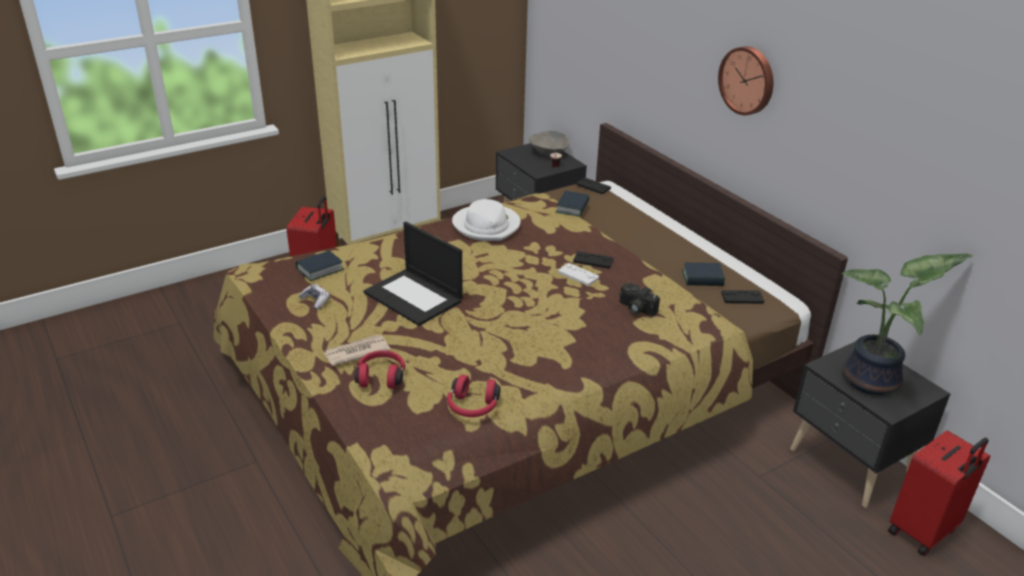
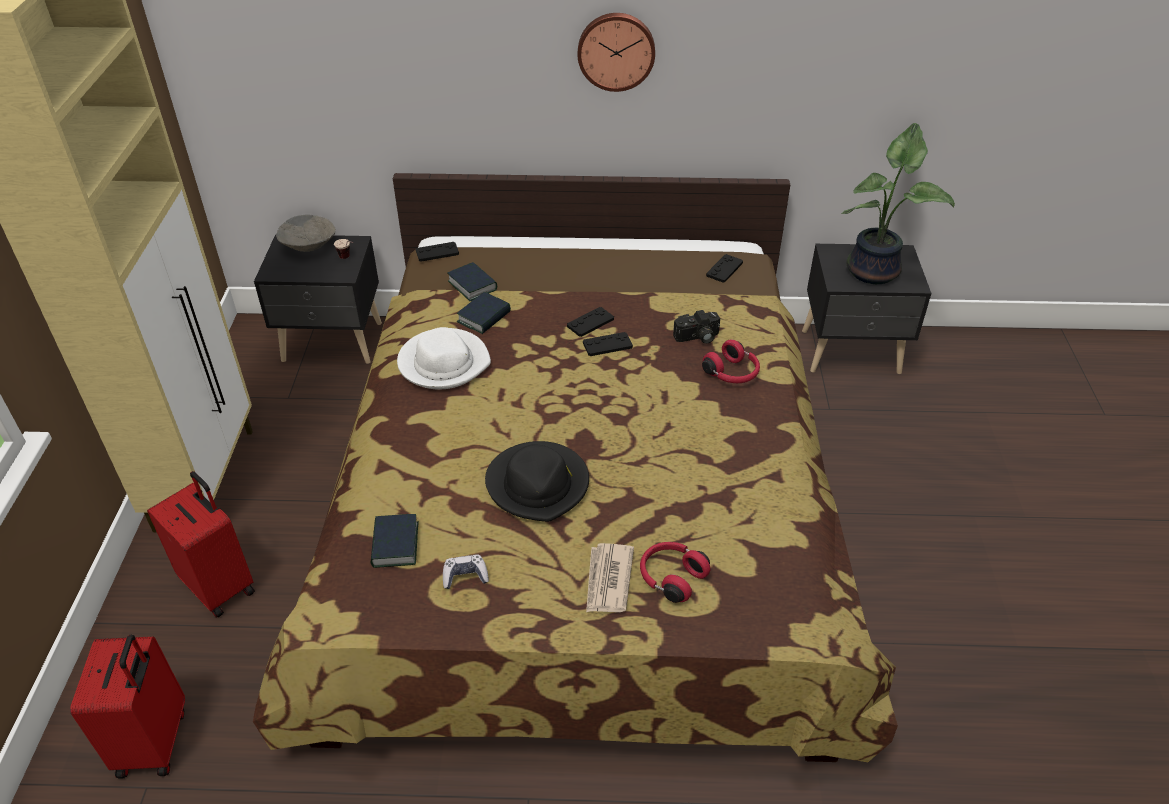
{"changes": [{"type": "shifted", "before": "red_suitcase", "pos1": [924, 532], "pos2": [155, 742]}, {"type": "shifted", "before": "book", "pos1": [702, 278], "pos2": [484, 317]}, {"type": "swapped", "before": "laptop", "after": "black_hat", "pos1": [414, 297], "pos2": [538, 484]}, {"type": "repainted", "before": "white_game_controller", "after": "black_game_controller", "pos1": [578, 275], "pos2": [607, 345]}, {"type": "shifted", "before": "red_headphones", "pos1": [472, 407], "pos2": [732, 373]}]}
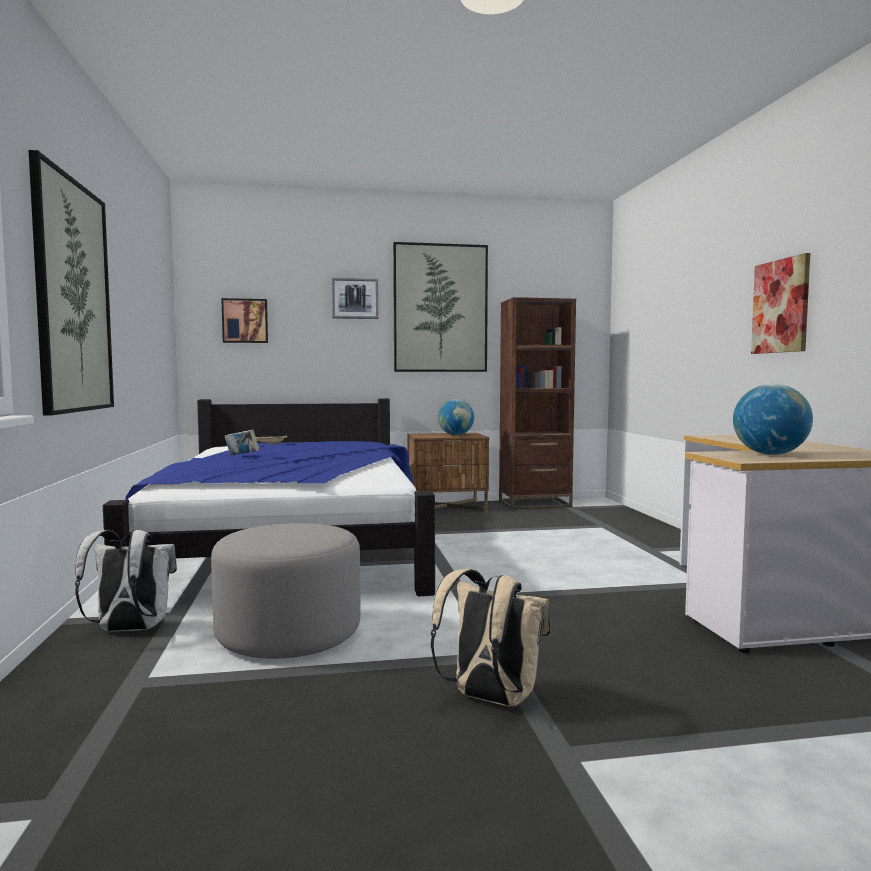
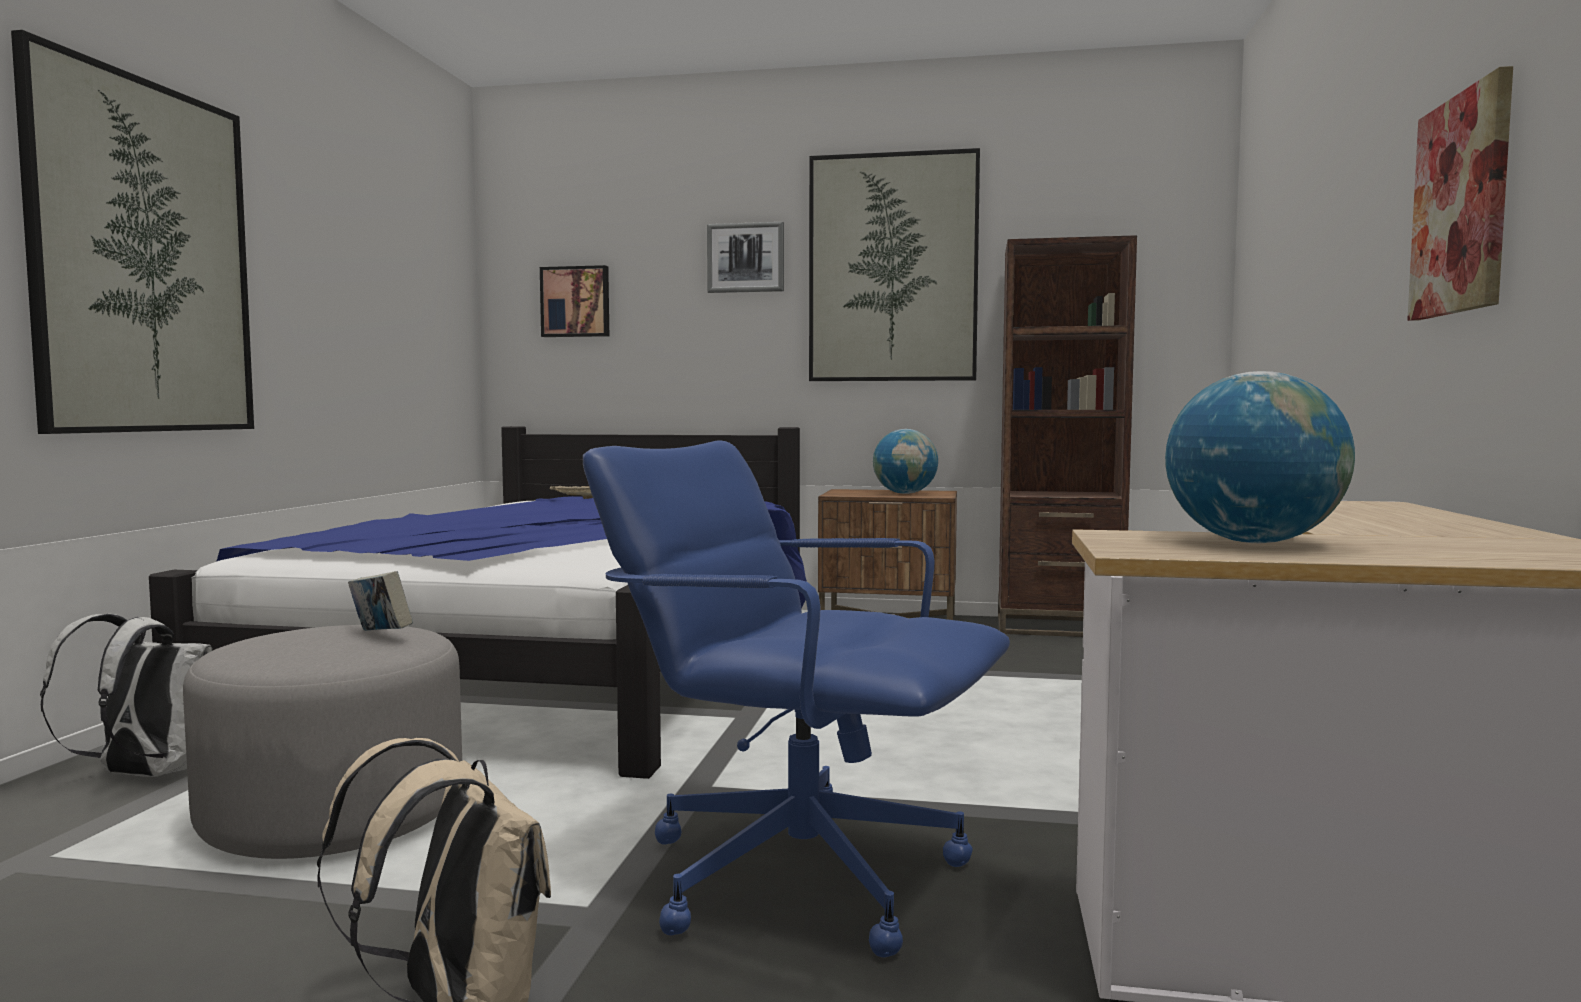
{"changes": [{"type": "shifted", "before": "book", "pos1": [242, 456], "pos2": [381, 635]}, {"type": "new", "after": "blue_office_chair", "pos2": [799, 873]}]}
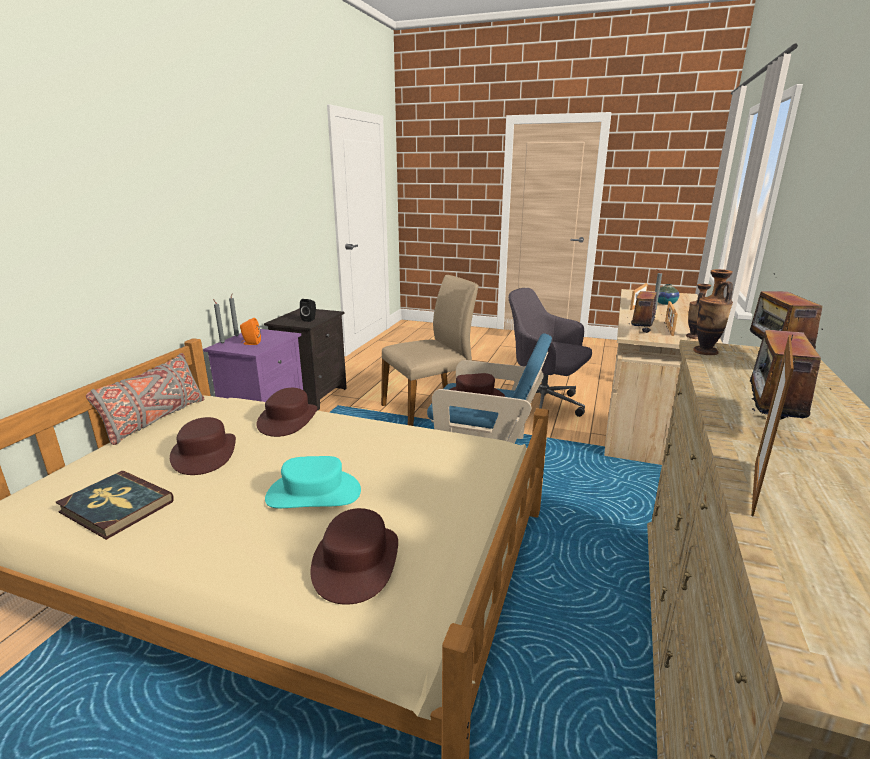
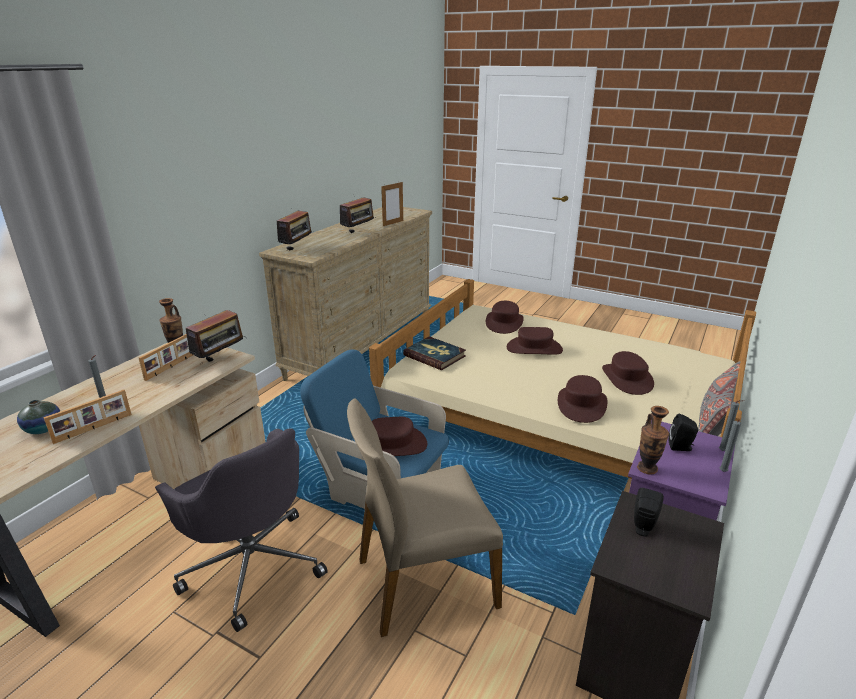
{"changes": [{"type": "shifted", "before": "book", "pos1": [116, 507], "pos2": [435, 355]}, {"type": "repainted", "before": "turquoise_hat", "after": "brown_hat", "pos1": [314, 493], "pos2": [534, 348]}, {"type": "shifted", "before": "vase", "pos1": [705, 352], "pos2": [647, 468]}, {"type": "repainted", "before": "orange_speaker", "after": "black_speaker", "pos1": [251, 343], "pos2": [681, 447]}]}
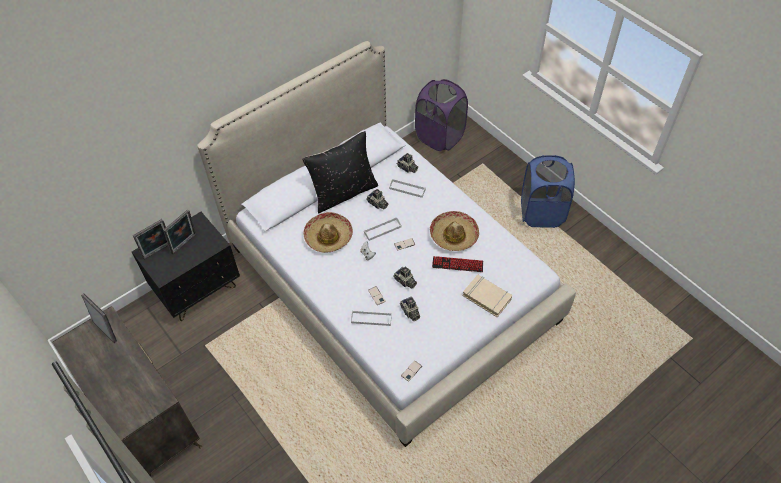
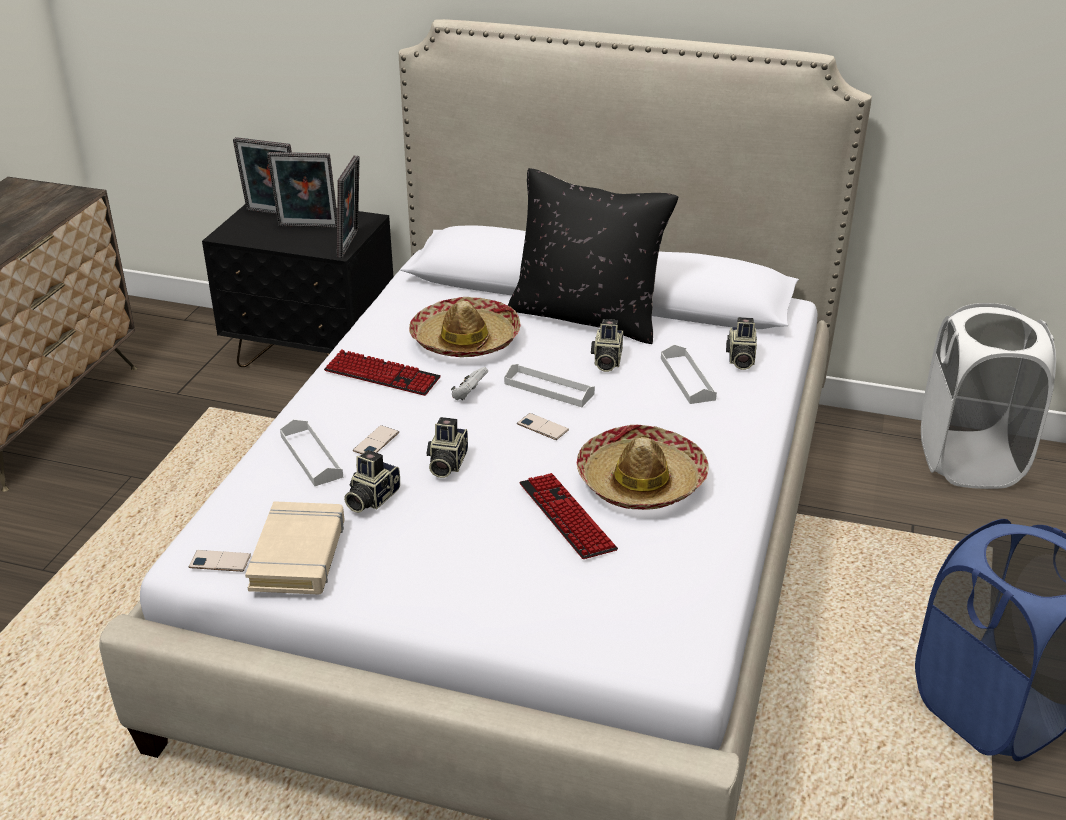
{"changes": [{"type": "shifted", "before": "beige_book", "pos1": [487, 297], "pos2": [299, 555]}, {"type": "new", "after": "keyboard", "pos2": [382, 375]}, {"type": "shifted", "before": "picture_frame", "pos1": [107, 330], "pos2": [351, 244]}, {"type": "repainted", "before": "purple_laundry_basket", "after": "white_laundry_basket", "pos1": [440, 137], "pos2": [969, 460]}]}
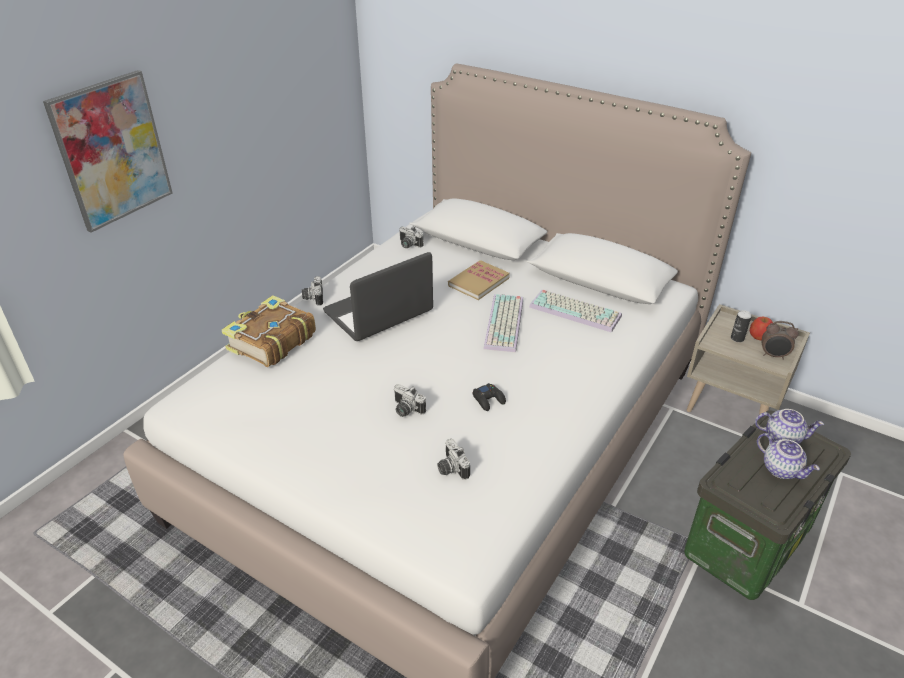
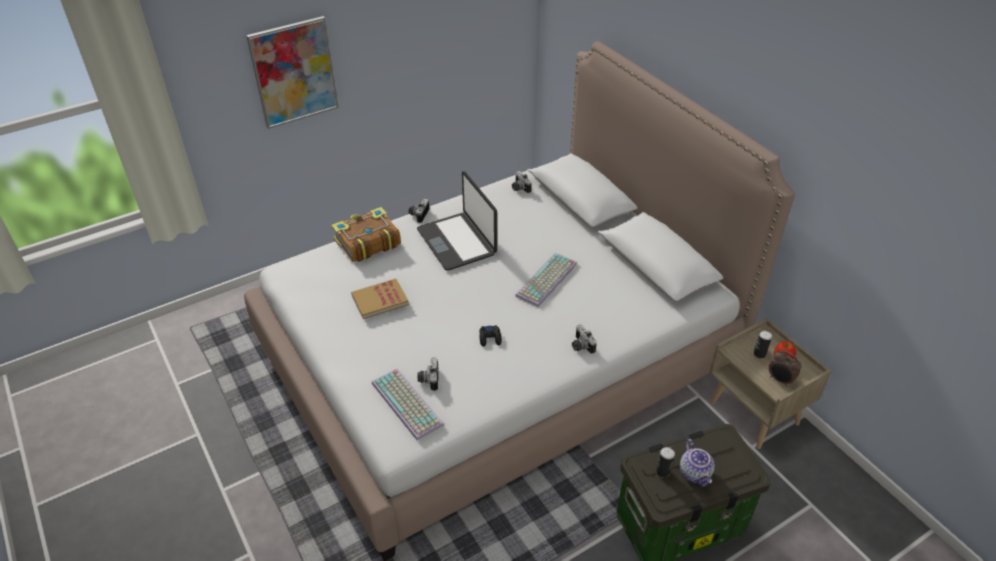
{"changes": [{"type": "shifted", "before": "book", "pos1": [478, 282], "pos2": [380, 300]}, {"type": "shifted", "before": "keyboard", "pos1": [576, 311], "pos2": [409, 404]}, {"type": "rotated", "before": "laptop", "pos1": [379, 313], "pos2": [457, 242], "turn": -105}, {"type": "shifted", "before": "photo_camera", "pos1": [406, 410], "pos2": [580, 346]}, {"type": "new", "after": "can", "pos2": [663, 472]}, {"type": "gone", "before": "teapot", "pos1": [783, 437]}]}
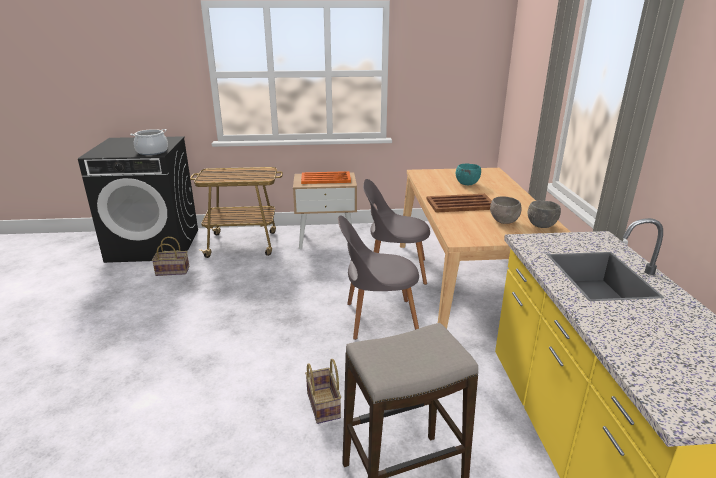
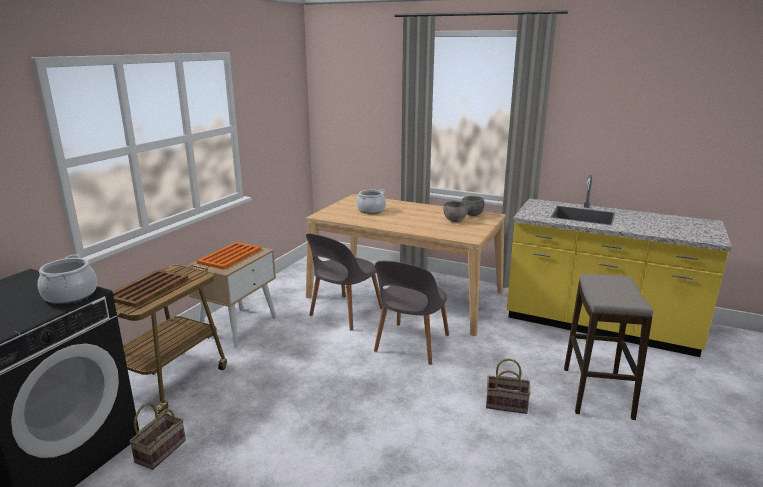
{"changes": [{"type": "shifted", "before": "brown_tray", "pos1": [460, 204], "pos2": [147, 289]}, {"type": "swapped", "before": "turquoise_bowl", "after": "cooking_pot", "pos1": [466, 184], "pos2": [371, 210]}]}
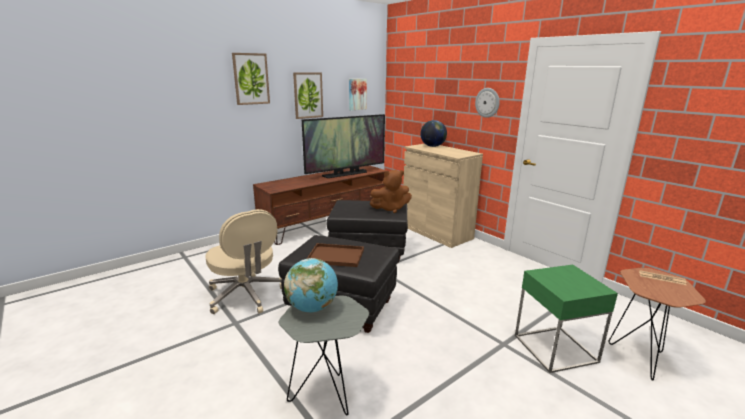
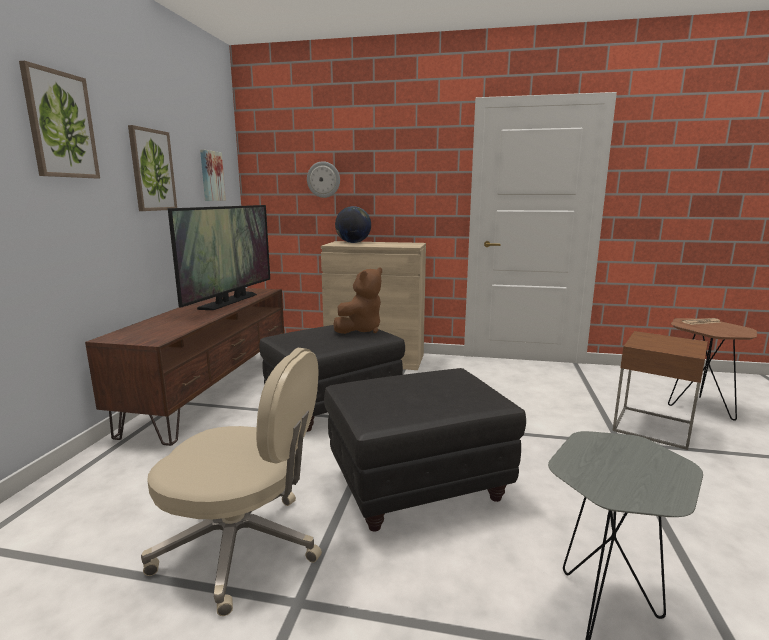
{"changes": [{"type": "shifted", "before": "wall_clock", "pos1": [487, 102], "pos2": [323, 179]}, {"type": "repainted", "before": "green_side_table", "after": "brown_side_table", "pos1": [555, 348], "pos2": [653, 427]}, {"type": "gone", "before": "globe", "pos1": [312, 308]}, {"type": "gone", "before": "brown_tray", "pos1": [337, 256]}]}
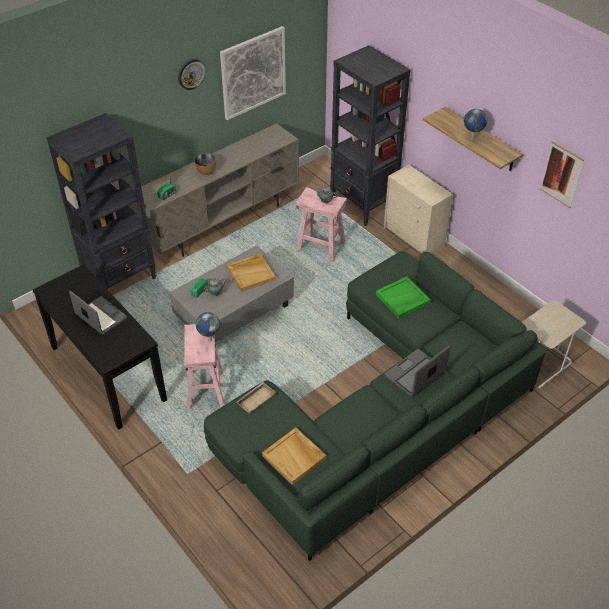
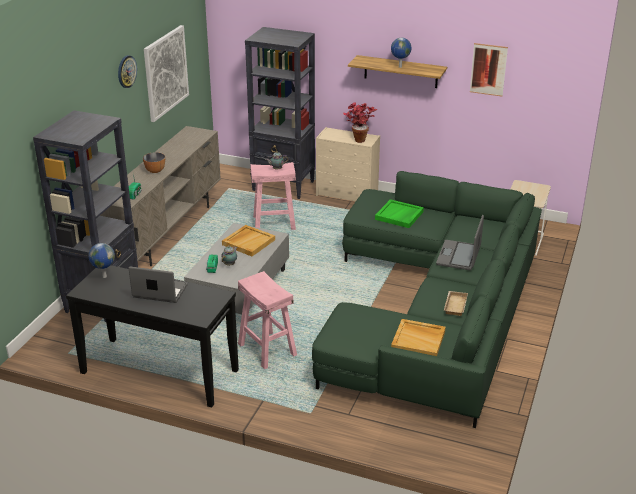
{"changes": [{"type": "shifted", "before": "globe", "pos1": [209, 339], "pos2": [104, 276]}, {"type": "new", "after": "potted_plant", "pos2": [358, 139]}, {"type": "shifted", "before": "beige_tray", "pos1": [255, 399], "pos2": [454, 305]}]}
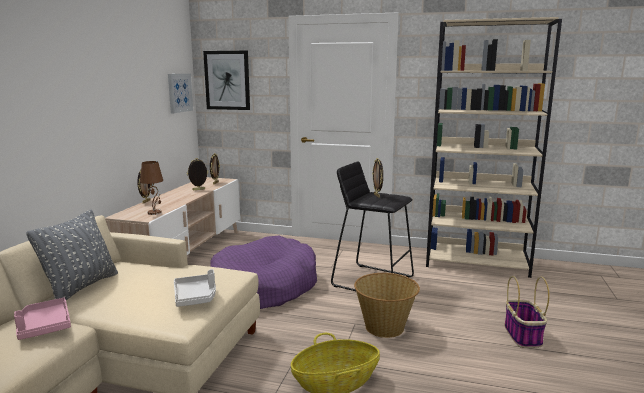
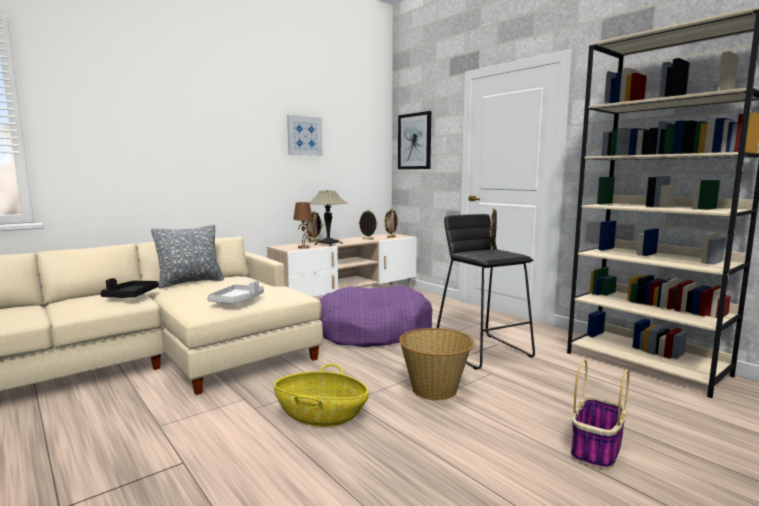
{"changes": [{"type": "repainted", "before": "pink_tray", "after": "black_tray", "pos1": [44, 326], "pos2": [131, 296]}, {"type": "shifted", "before": "picture", "pos1": [179, 93], "pos2": [304, 136]}, {"type": "new", "after": "table_lamp", "pos2": [328, 244]}]}
